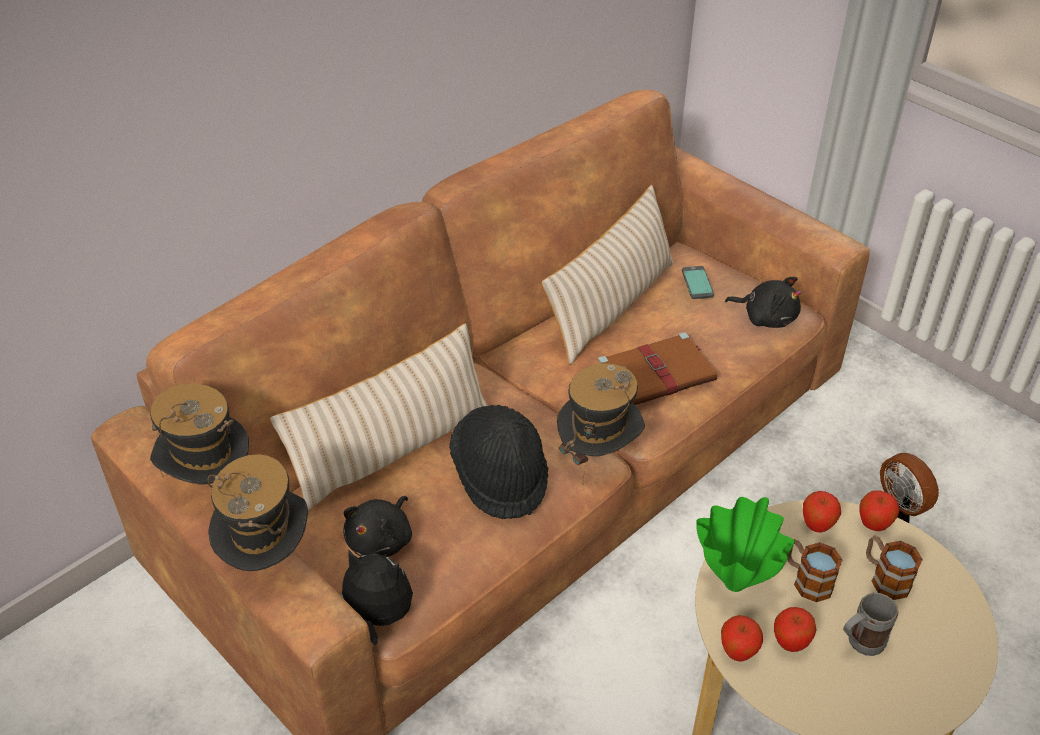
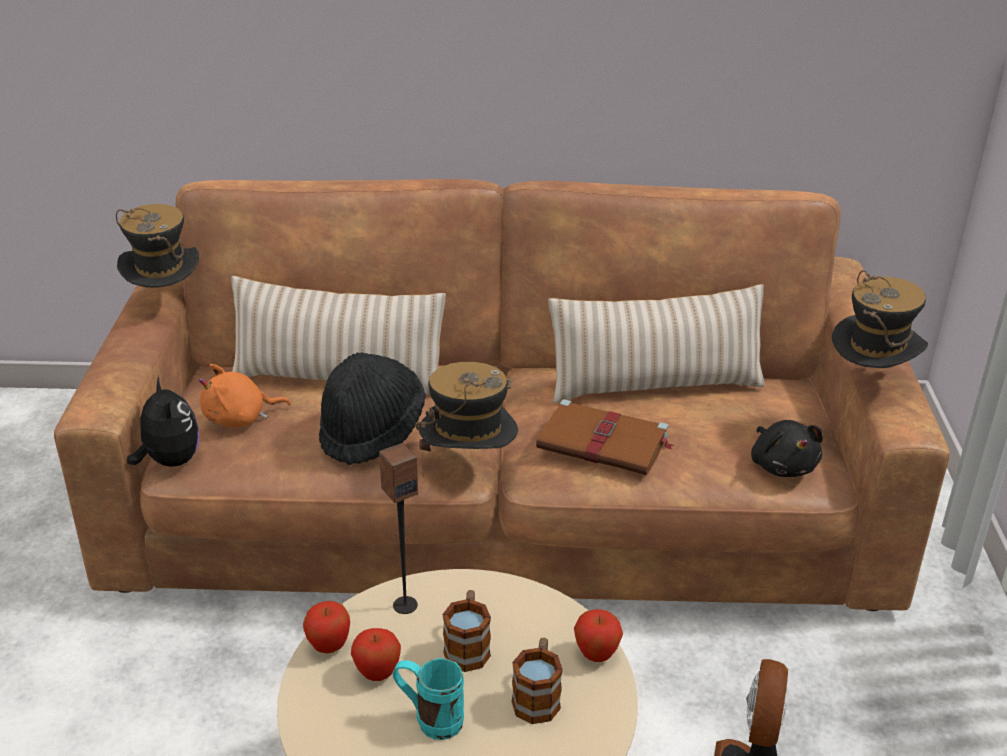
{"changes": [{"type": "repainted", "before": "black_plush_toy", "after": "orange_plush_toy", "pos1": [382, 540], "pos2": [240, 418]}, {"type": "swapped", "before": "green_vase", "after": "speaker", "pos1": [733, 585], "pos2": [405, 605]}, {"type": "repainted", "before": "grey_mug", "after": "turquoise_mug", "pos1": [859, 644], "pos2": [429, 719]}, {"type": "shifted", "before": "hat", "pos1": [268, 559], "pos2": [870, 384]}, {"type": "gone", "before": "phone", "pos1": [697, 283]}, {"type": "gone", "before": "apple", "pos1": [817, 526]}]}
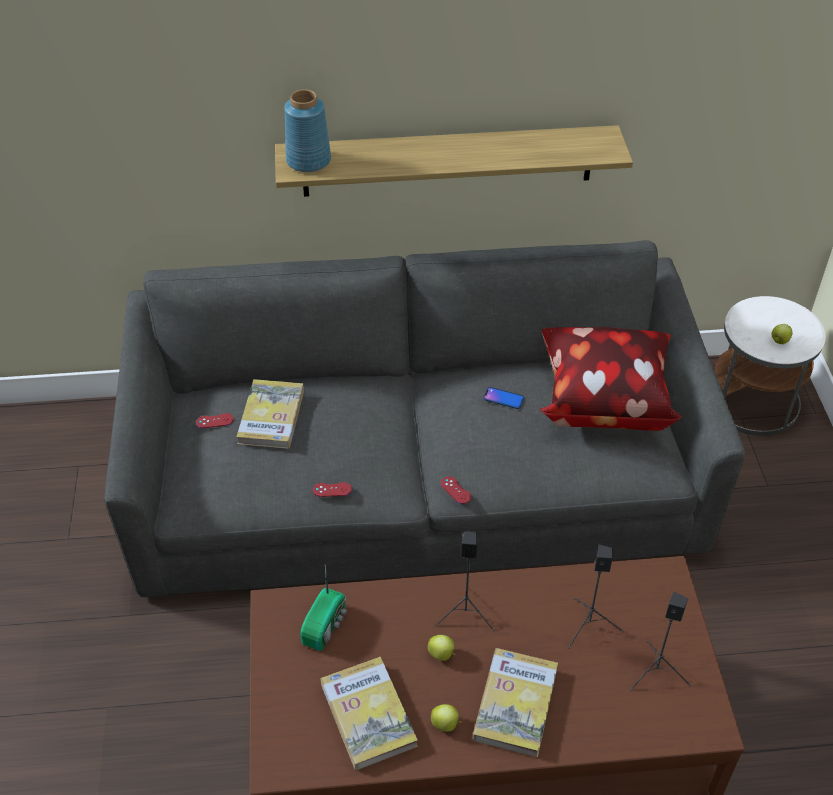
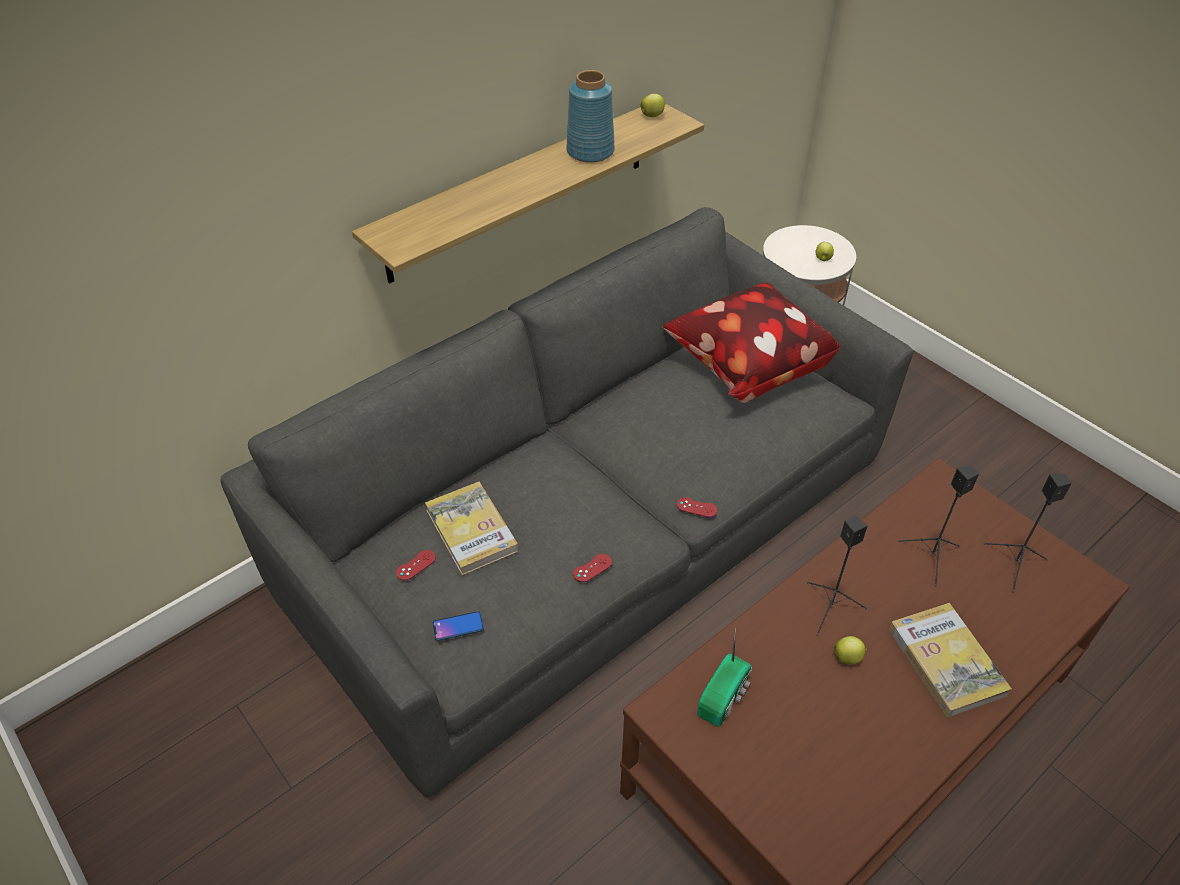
{"changes": [{"type": "shifted", "before": "phone", "pos1": [503, 398], "pos2": [458, 626]}, {"type": "shifted", "before": "blue_vase", "pos1": [307, 160], "pos2": [589, 152]}, {"type": "shifted", "before": "apple", "pos1": [446, 724], "pos2": [652, 116]}, {"type": "rotated", "before": "radio", "pos1": [326, 625], "pos2": [725, 696], "turn": 45}, {"type": "gone", "before": "book", "pos1": [368, 715]}]}
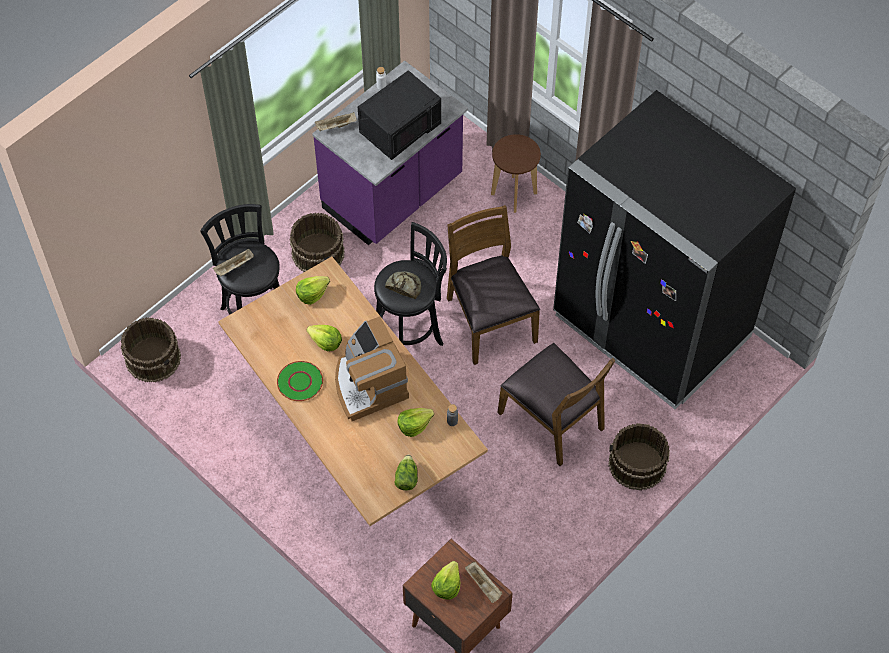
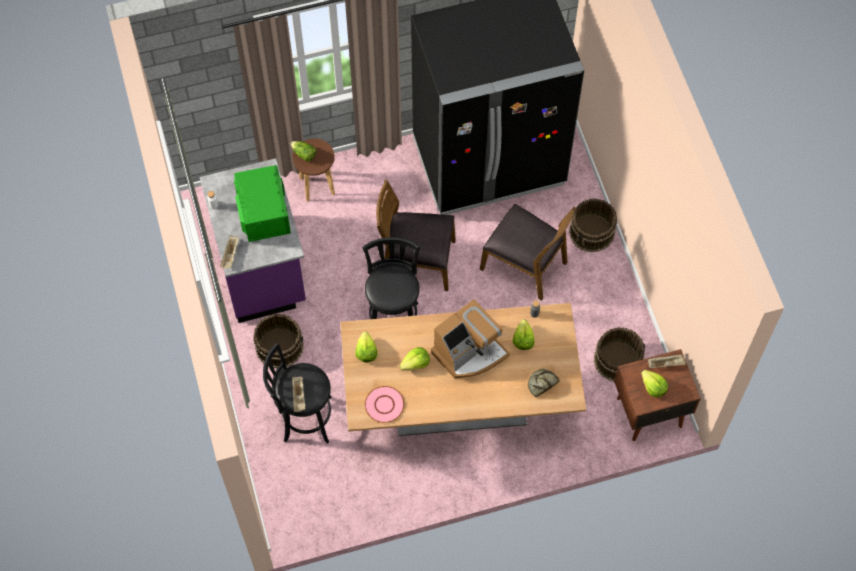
{"changes": [{"type": "repainted", "before": "black_microwave", "after": "green_microwave", "pos1": [399, 128], "pos2": [262, 213]}, {"type": "shifted", "before": "lettuce", "pos1": [406, 478], "pos2": [304, 154]}, {"type": "new", "after": "pink_plate", "pos2": [384, 405]}, {"type": "rotated", "before": "coffee_machine", "pos1": [368, 384], "pos2": [469, 352], "turn": -45}, {"type": "rotated", "before": "brown_chair", "pos1": [552, 420], "pos2": [525, 264], "turn": 45}, {"type": "shifted", "before": "bread", "pos1": [404, 286], "pos2": [542, 383]}, {"type": "shifted", "before": "brown_bucket", "pos1": [153, 358], "pos2": [617, 359]}, {"type": "gone", "before": "green_plate", "pos1": [300, 381]}]}
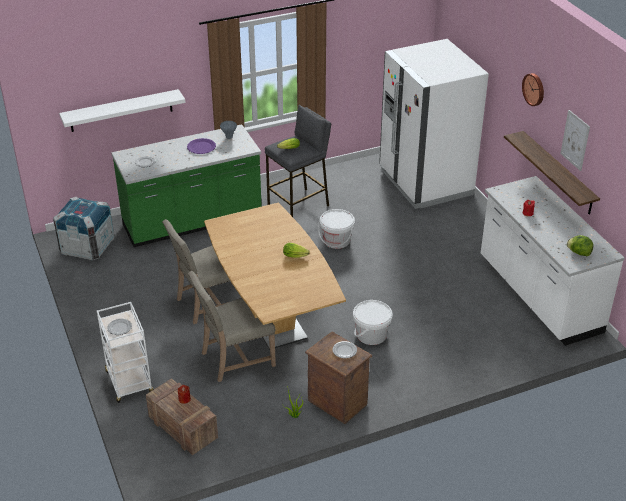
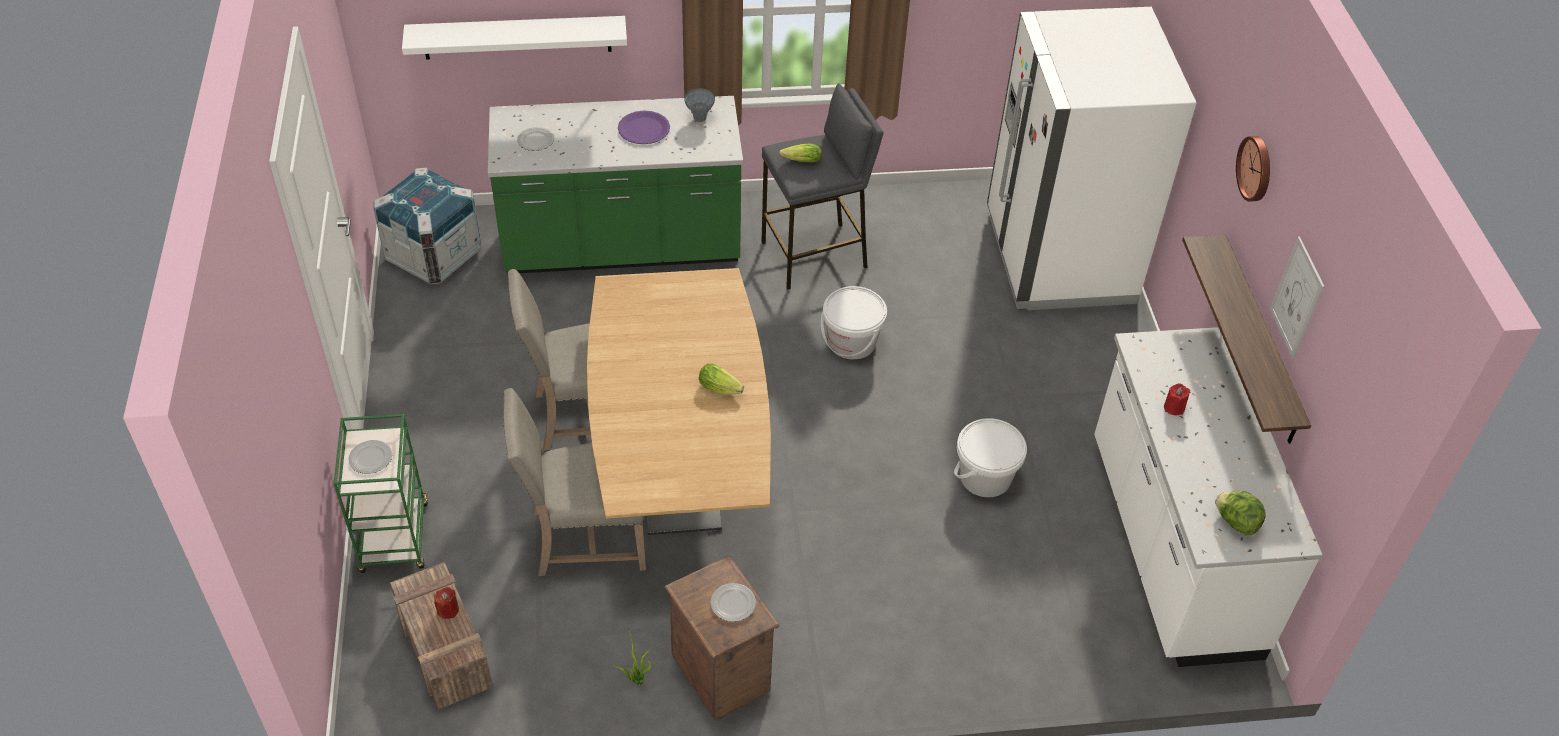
{"changes": [{"type": "repainted", "before": "white_cart", "after": "green_cart", "pos1": [129, 383], "pos2": [395, 539]}, {"type": "shifted", "before": "white_bucket", "pos1": [371, 335], "pos2": [985, 477]}]}
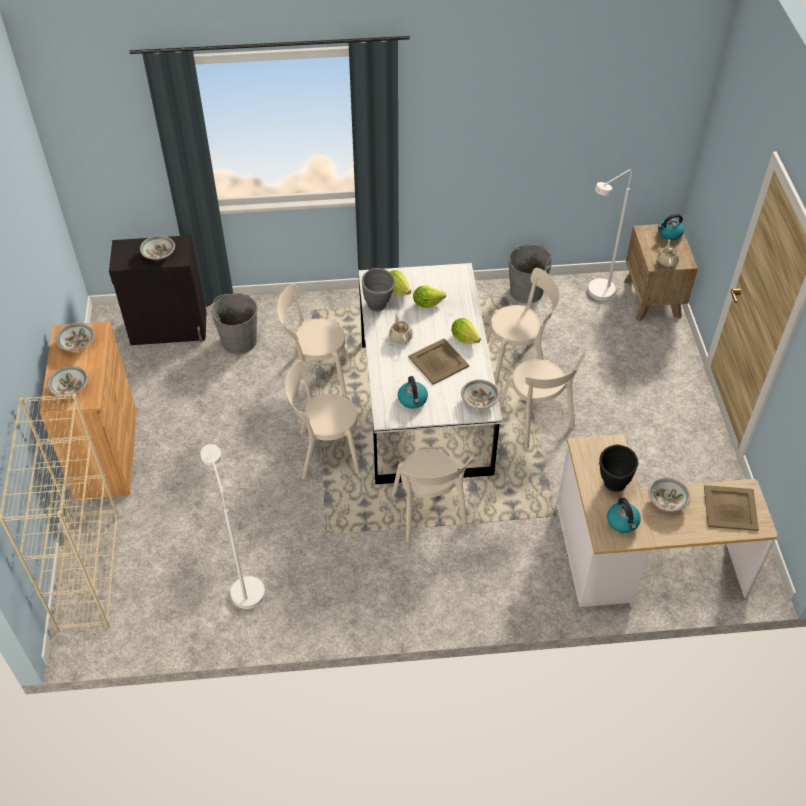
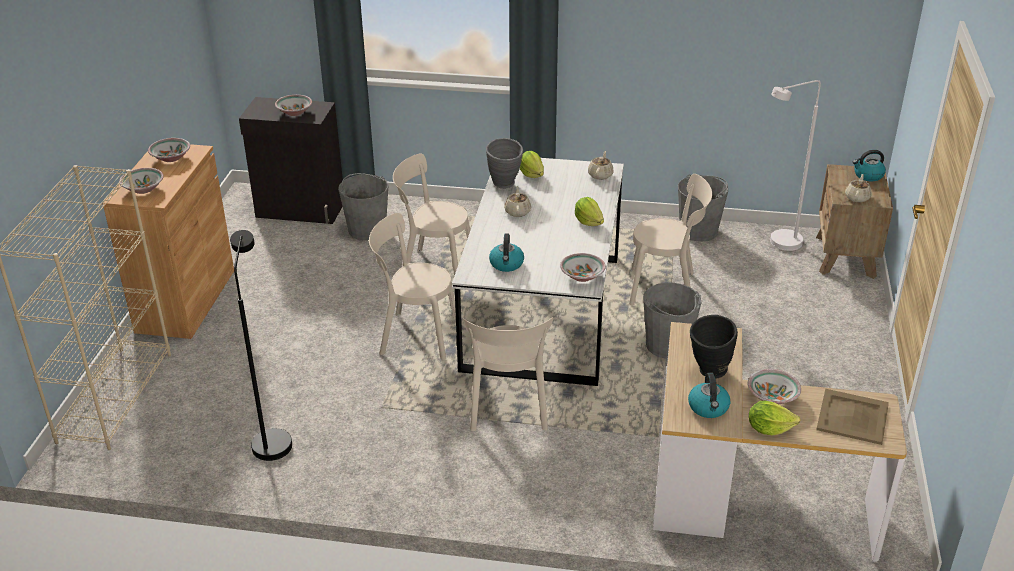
{"changes": [{"type": "repainted", "before": "white_floor_lamp", "after": "black_floor_lamp", "pos1": [244, 586], "pos2": [271, 439]}, {"type": "new", "after": "beige_teapot", "pos2": [600, 175]}, {"type": "swapped", "before": "beige_chair", "after": "grey_bucket", "pos1": [537, 422], "pos2": [667, 346]}, {"type": "shifted", "before": "lettuce", "pos1": [427, 303], "pos2": [769, 429]}, {"type": "gone", "before": "beige_tray", "pos1": [438, 361]}]}
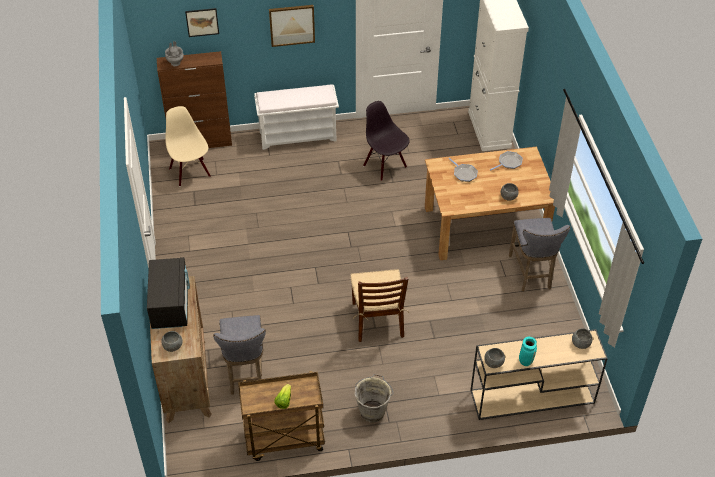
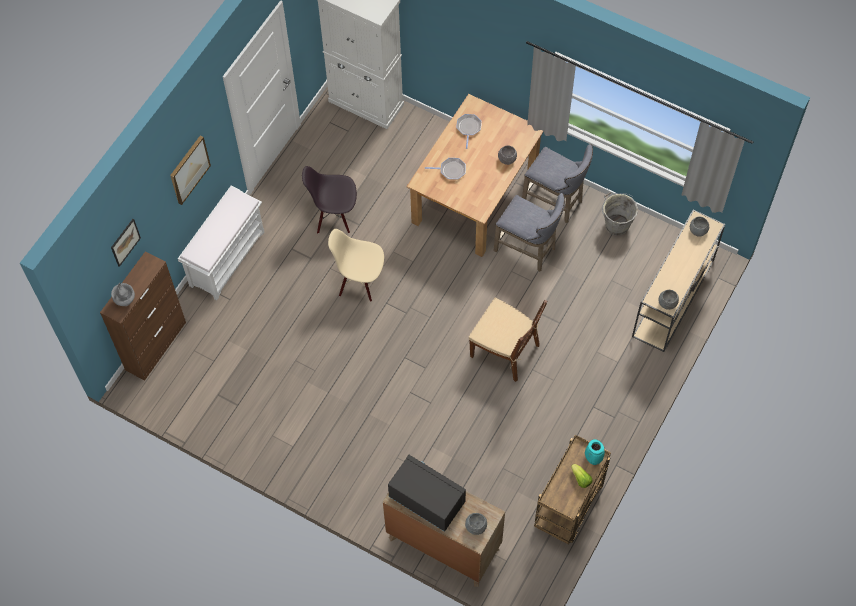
{"changes": [{"type": "shifted", "before": "beige_chair", "pos1": [190, 172], "pos2": [360, 281]}, {"type": "shifted", "before": "grey_stool", "pos1": [245, 374], "pos2": [528, 250]}, {"type": "shifted", "before": "turquoise_vase", "pos1": [525, 360], "pos2": [592, 458]}, {"type": "shifted", "before": "grey_bucket", "pos1": [372, 411], "pos2": [616, 224]}]}
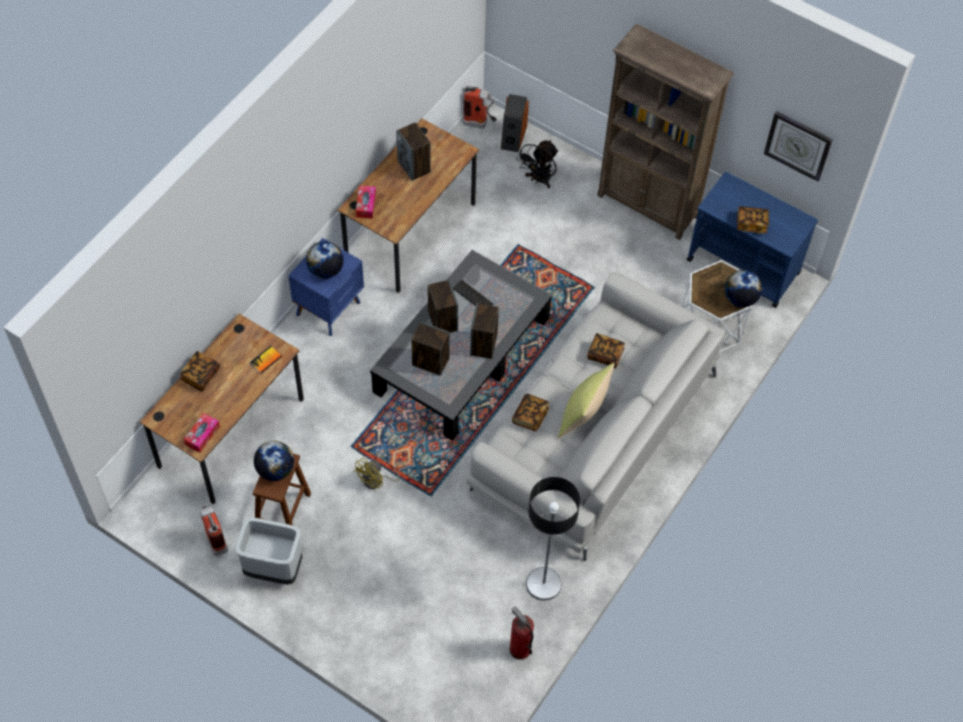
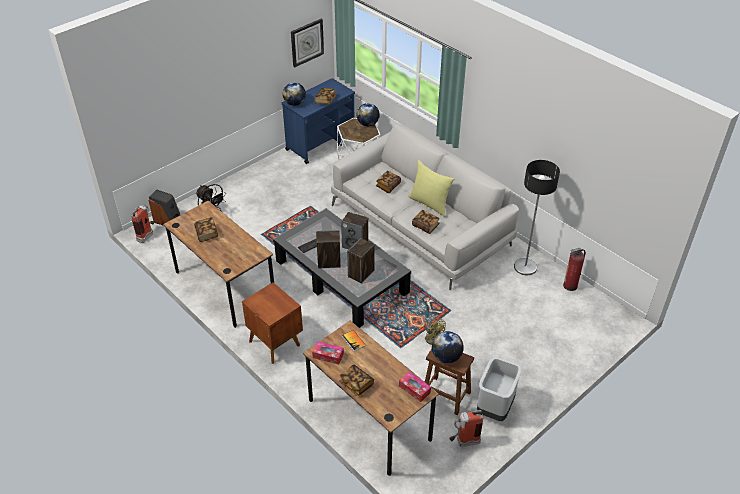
{"changes": [{"type": "swapped", "before": "speaker", "after": "book", "pos1": [414, 166], "pos2": [207, 234]}, {"type": "repainted", "before": "blue_nightstand", "after": "brown_nightstand", "pos1": [329, 308], "pos2": [274, 342]}, {"type": "shifted", "before": "globe", "pos1": [325, 270], "pos2": [295, 103]}, {"type": "shifted", "before": "tissue_box", "pos1": [366, 205], "pos2": [328, 355]}, {"type": "gone", "before": "brown_bookcase", "pos1": [648, 206]}]}
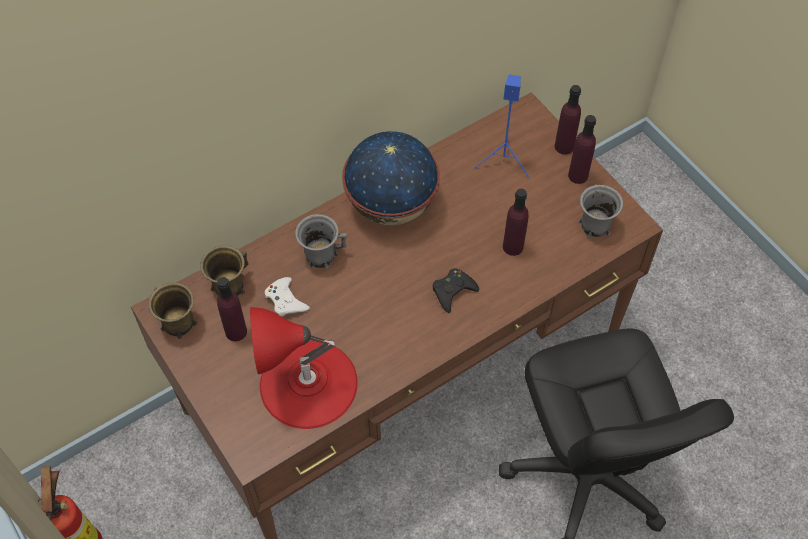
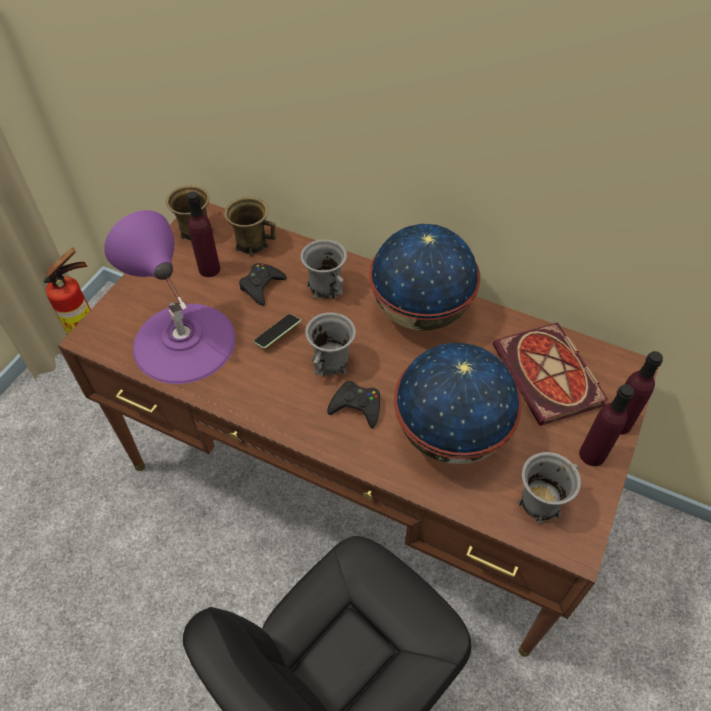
{"changes": [{"type": "repainted", "before": "red_table_lamp", "after": "purple_table_lamp", "pos1": [308, 384], "pos2": [183, 342]}, {"type": "repainted", "before": "white_game_controller", "after": "black_game_controller", "pos1": [285, 300], "pos2": [261, 286]}, {"type": "new", "after": "phone", "pos2": [277, 335]}, {"type": "new", "after": "grey_mug", "pos2": [332, 362]}, {"type": "swapped", "before": "purple_bottle", "after": "globe", "pos1": [513, 246], "pos2": [449, 434]}, {"type": "swapped", "before": "blue_speaker", "after": "book", "pos1": [504, 160], "pos2": [550, 377]}]}
